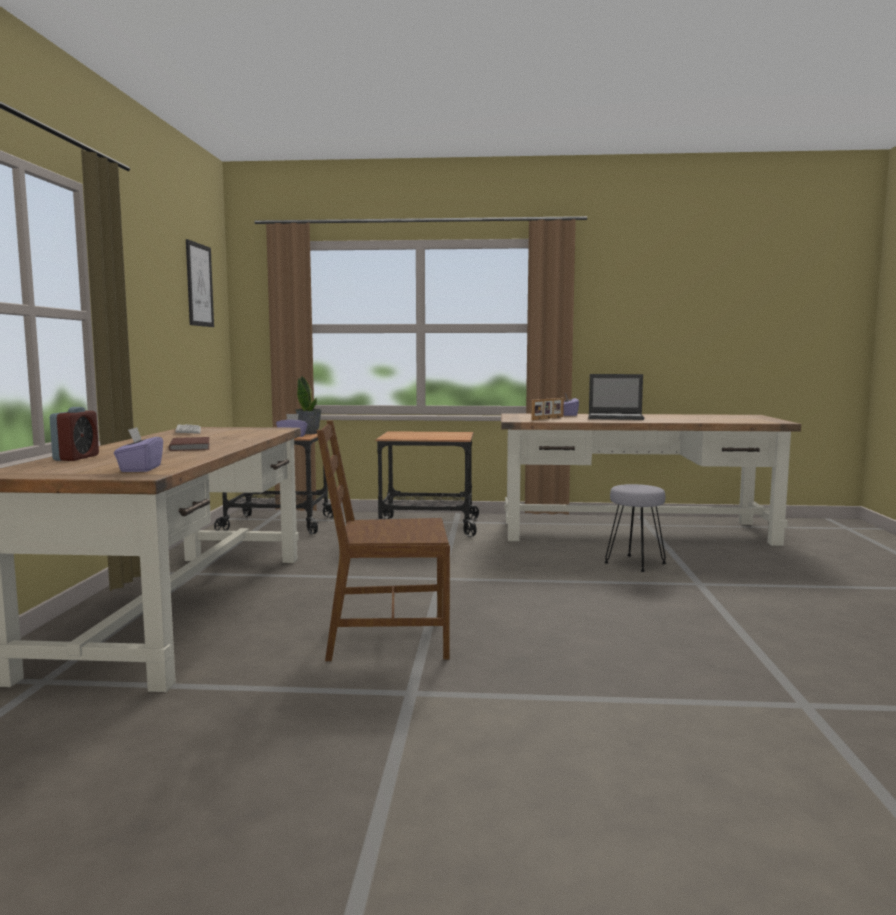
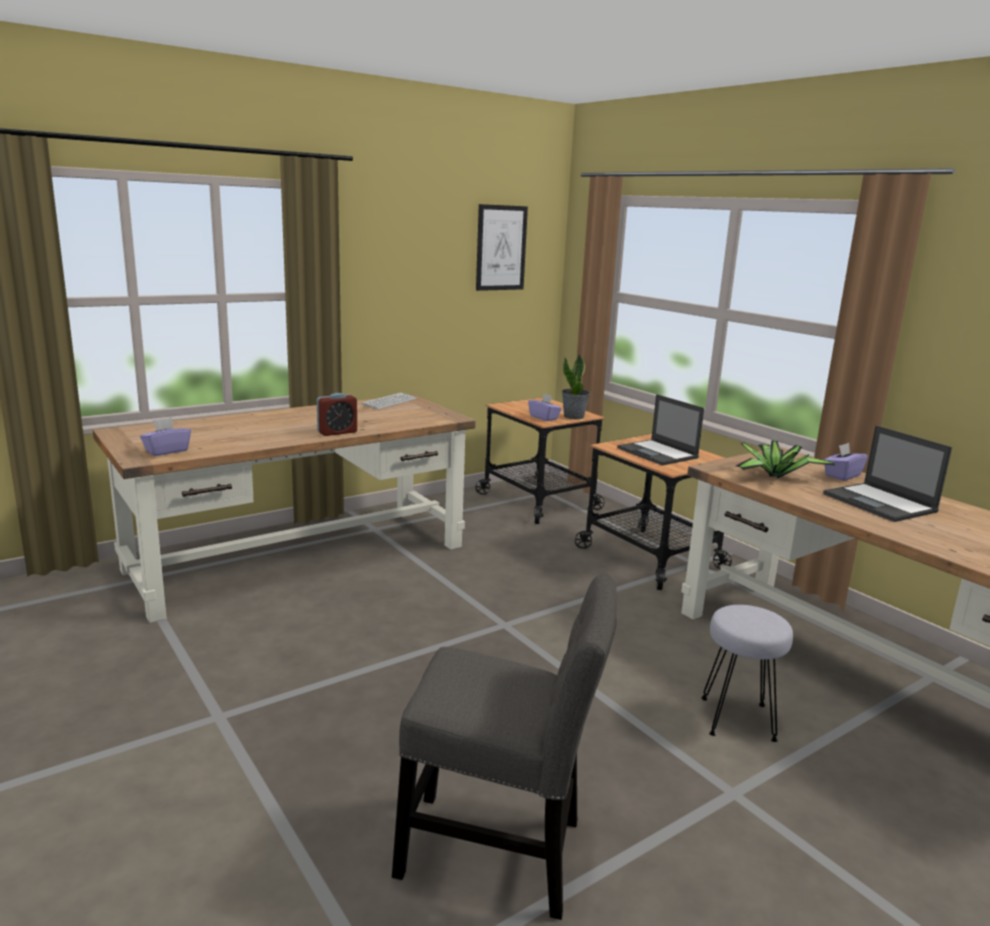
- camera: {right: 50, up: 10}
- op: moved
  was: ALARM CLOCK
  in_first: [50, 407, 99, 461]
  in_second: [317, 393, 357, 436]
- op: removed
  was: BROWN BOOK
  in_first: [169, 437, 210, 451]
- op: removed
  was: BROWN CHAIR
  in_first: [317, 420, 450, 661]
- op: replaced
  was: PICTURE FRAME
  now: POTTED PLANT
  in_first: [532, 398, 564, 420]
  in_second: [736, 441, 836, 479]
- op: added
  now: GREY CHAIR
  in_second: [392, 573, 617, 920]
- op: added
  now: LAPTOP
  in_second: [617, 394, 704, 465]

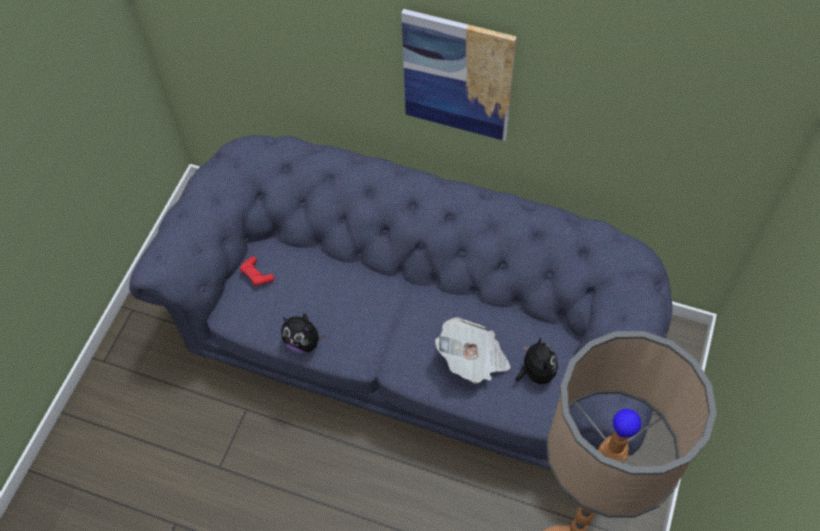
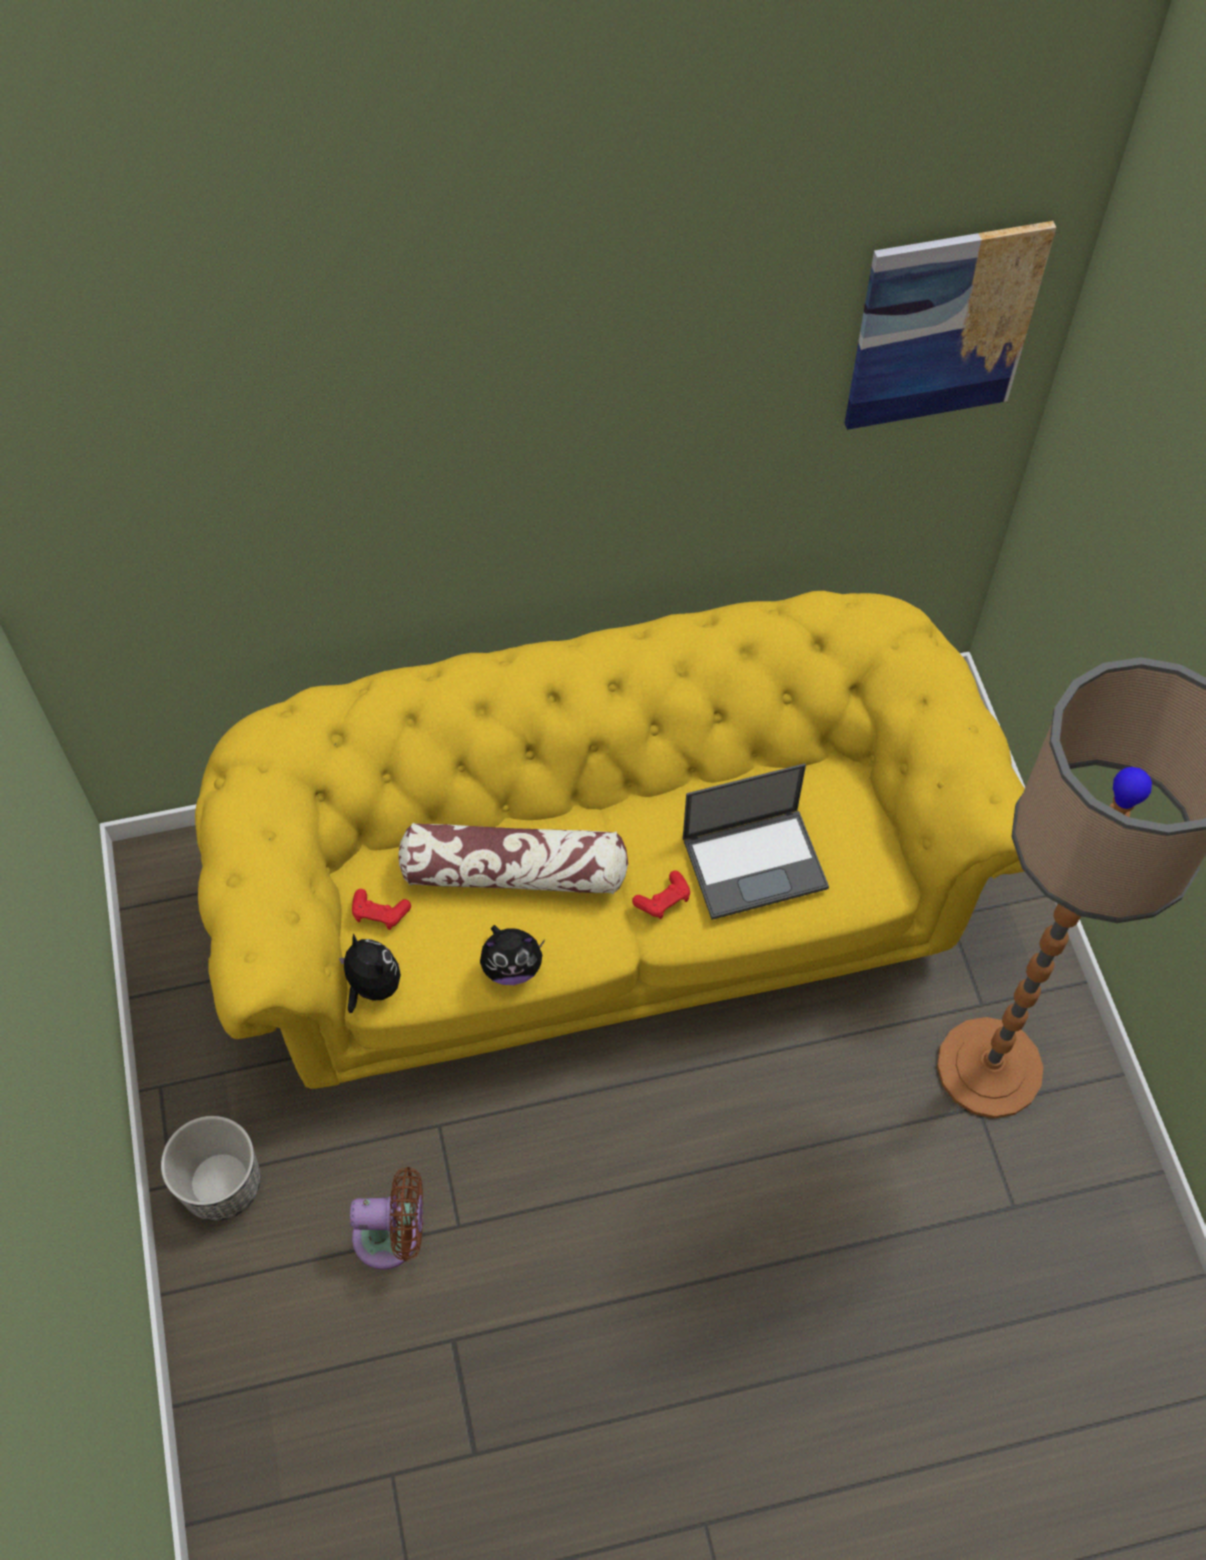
- camera: {right: -35, up: 0}
- op: recoloured
  was: BLUE SOFA
  now: YELLOW SOFA
  in_first: [129, 135, 673, 470]
  in_second: [195, 591, 1025, 1089]
- op: moved
  was: PICTURE
  in_first: [401, 9, 517, 141]
  in_second: [845, 221, 1057, 430]
- op: replaced
  was: NEWSPAPER
  now: LAPTOP
  in_first: [435, 317, 511, 384]
  in_second: [683, 763, 829, 920]
- op: moved
  was: PLUSH TOY
  in_first: [516, 338, 558, 384]
  in_second: [339, 933, 401, 1013]
- op: added
  now: PLANTER
  in_second: [161, 1116, 261, 1221]
- op: added
  now: BROWN FAN
  in_second: [350, 1167, 423, 1270]
- op: added
  now: PILLOW
  in_second: [398, 823, 628, 894]
- op: added
  now: RED GAME CONTROLLER
  in_second: [632, 871, 690, 919]

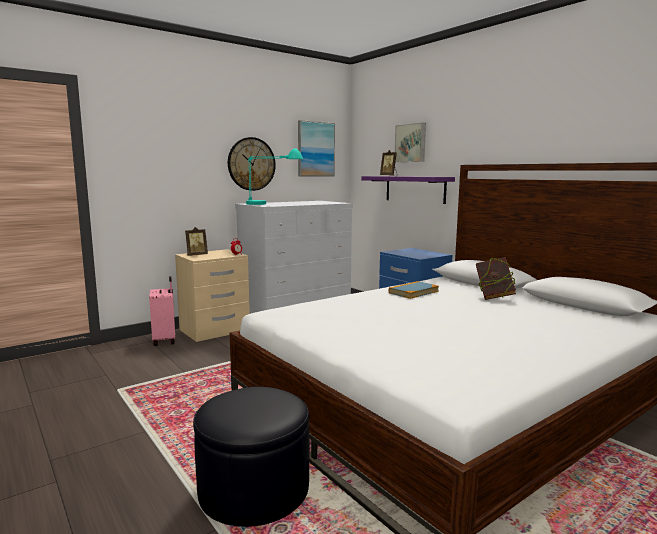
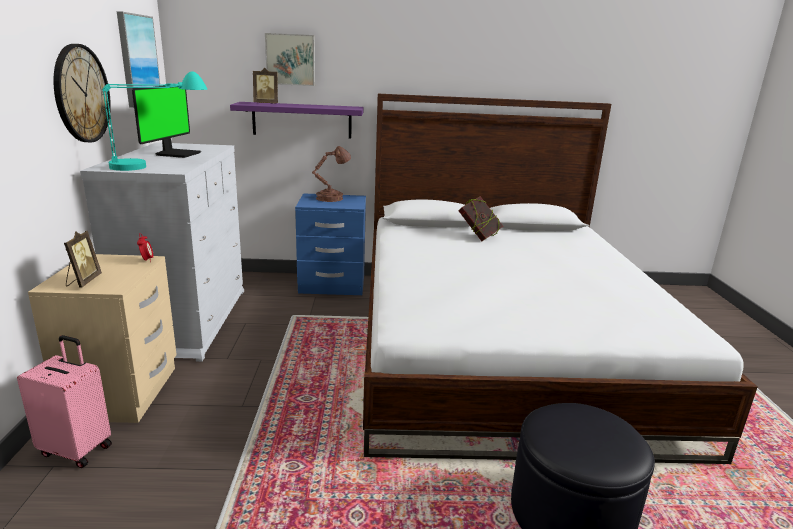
- camera: {right: -55, up: 10}
- op: removed
  was: BOOK
  in_first: [389, 281, 439, 299]
- op: added
  now: MONITOR
  in_second: [132, 86, 201, 158]
- op: added
  now: BROWN TABLE LAMP
  in_second: [312, 146, 351, 202]

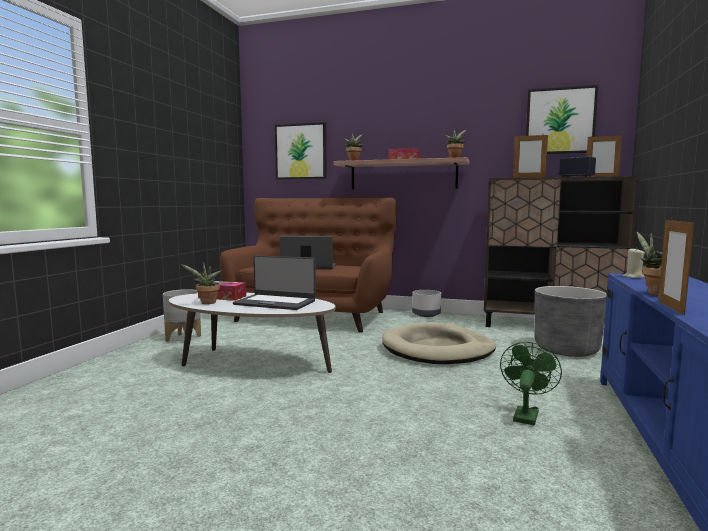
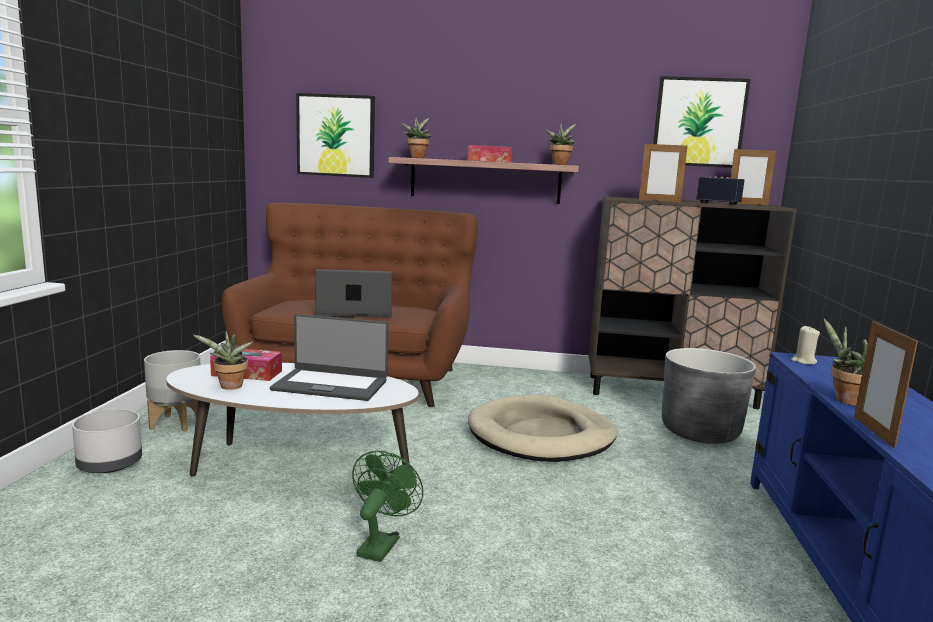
- camera: {right: -10, up: 5}
- op: moved
  was: GREY PLANTER
  in_first: [412, 290, 441, 317]
  in_second: [72, 409, 142, 473]
- op: moved
  was: GREEN FAN
  in_first: [500, 342, 562, 426]
  in_second: [352, 451, 424, 562]

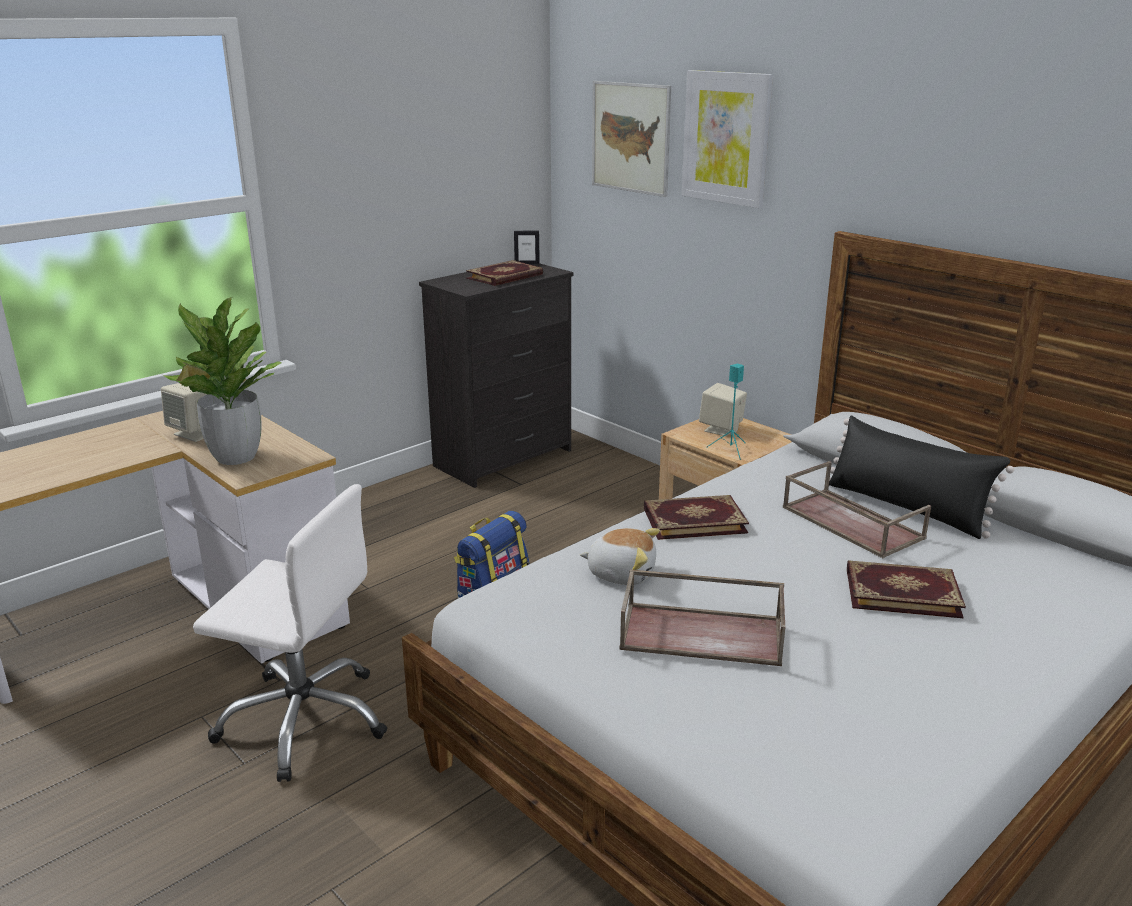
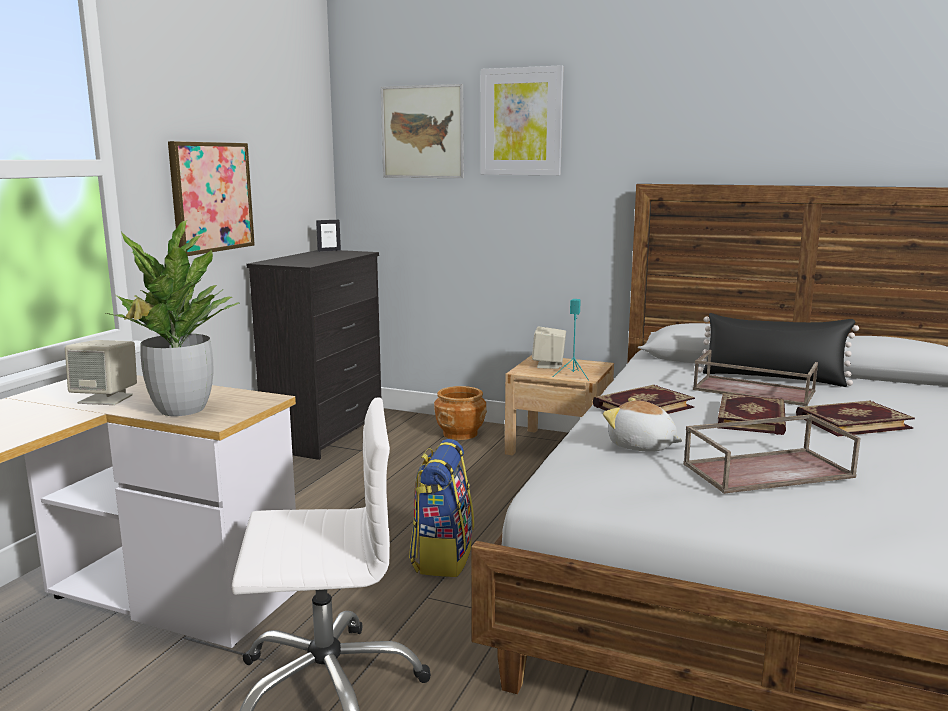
- camera: {right: -25, up: -10}
- op: moved
  was: BOOK
  in_first: [466, 260, 543, 286]
  in_second: [718, 393, 786, 435]
- op: turned
  was: PLUSH TOY
  in_first: [580, 528, 660, 585]
  in_second: [603, 397, 683, 452]
  clockwise: -135
- op: added
  now: PICTURE
  in_second: [168, 141, 255, 256]
- op: added
  now: BROWN PLANTER
  in_second: [434, 386, 487, 440]

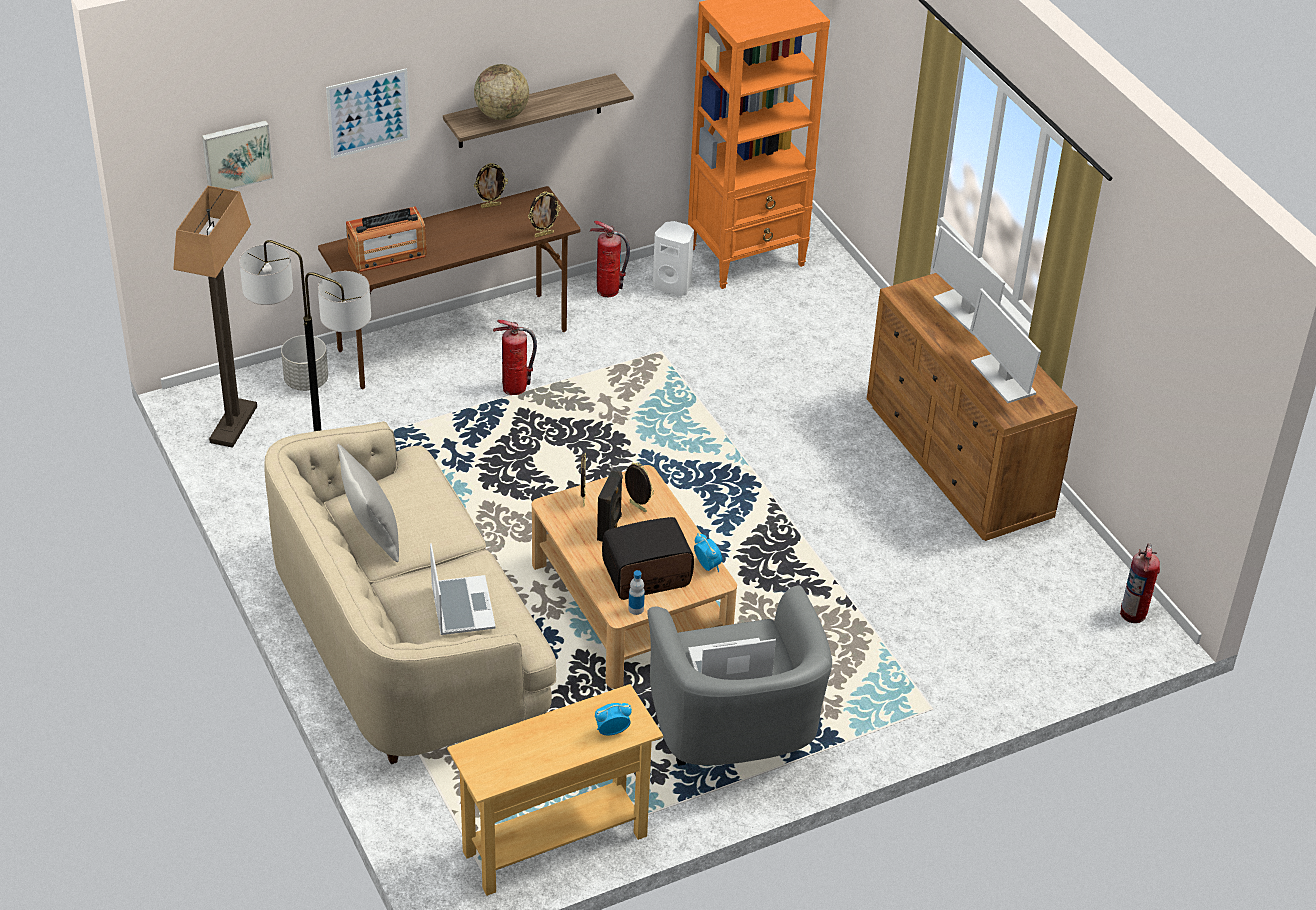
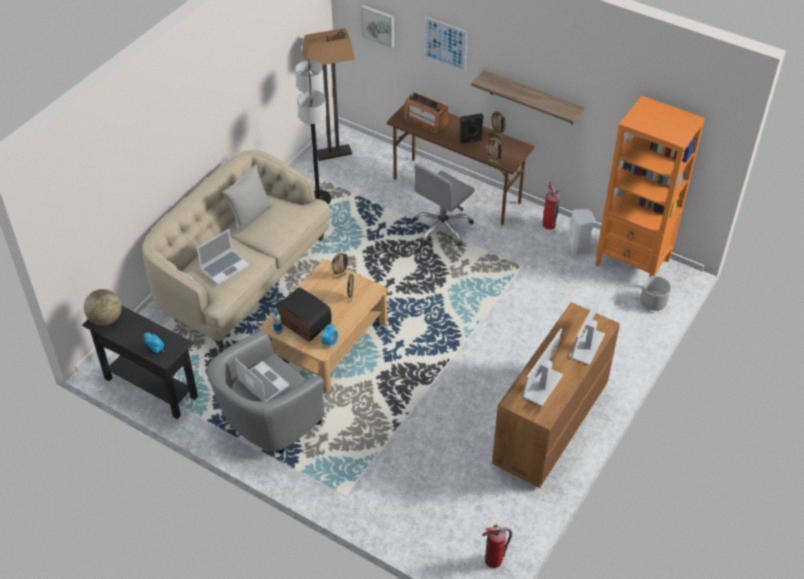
- camera: {right: 60, up: 5}
- op: moved
  was: GREY PLANTER
  in_first: [281, 335, 328, 391]
  in_second: [640, 276, 671, 311]
- op: recoloured
  was: BEIGE CONSOLE TABLE
  now: BLACK CONSOLE TABLE
  in_first: [447, 684, 663, 896]
  in_second: [82, 306, 198, 419]
- op: moved
  was: GLOBE
  in_first: [474, 64, 529, 120]
  in_second: [84, 289, 122, 326]
- op: replaced
  was: FIRE EXTINGUISHER
  now: GREY OFFICE CHAIR
  in_first: [493, 320, 537, 395]
  in_second: [413, 163, 475, 247]
- op: moved
  was: BLACK SPEAKER
  in_first: [597, 471, 623, 542]
  in_second: [459, 113, 484, 144]

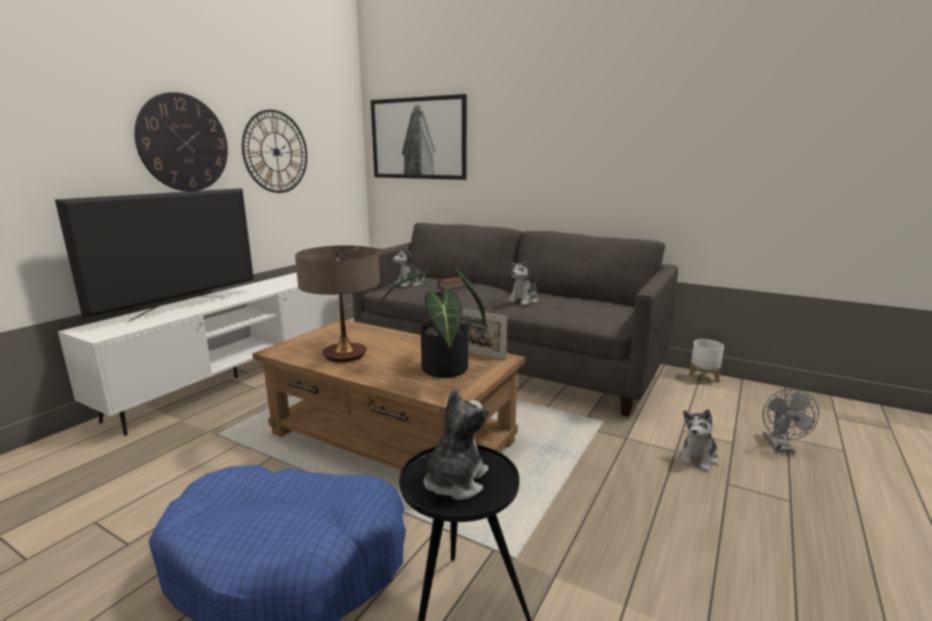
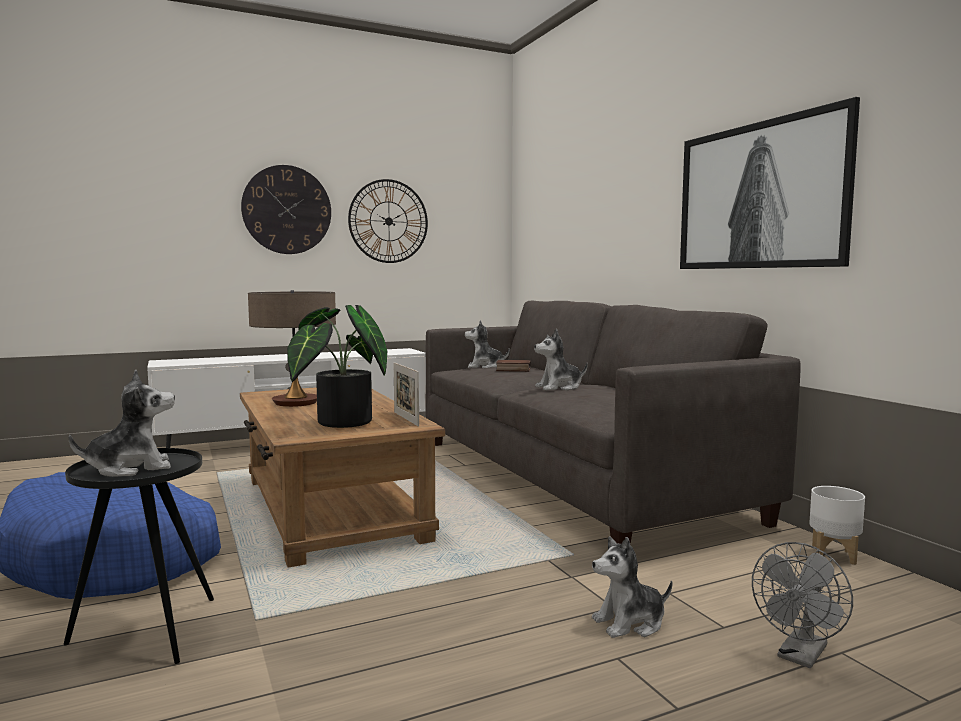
- camera: {right: 35, up: -10}
- op: removed
  was: TELEVISION
  in_first: [55, 188, 254, 323]
- op: moved
  was: PICTURE
  in_first: [371, 94, 467, 180]
  in_second: [680, 97, 860, 269]

